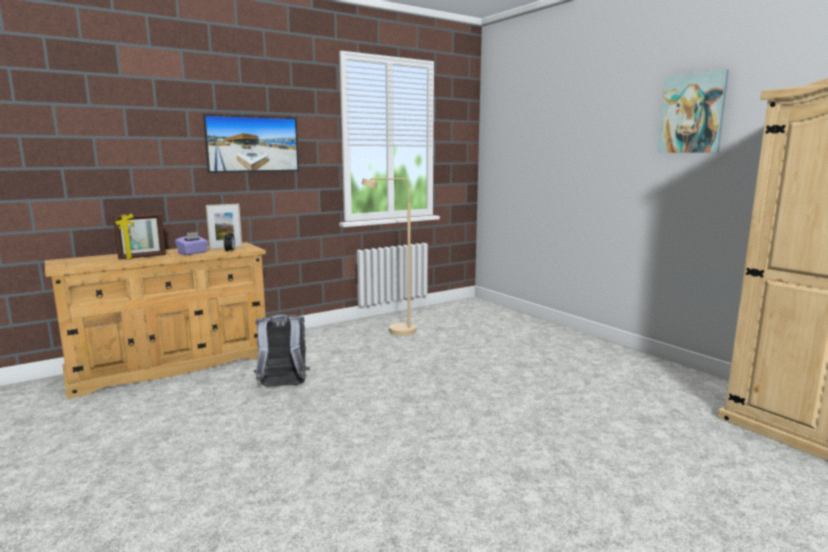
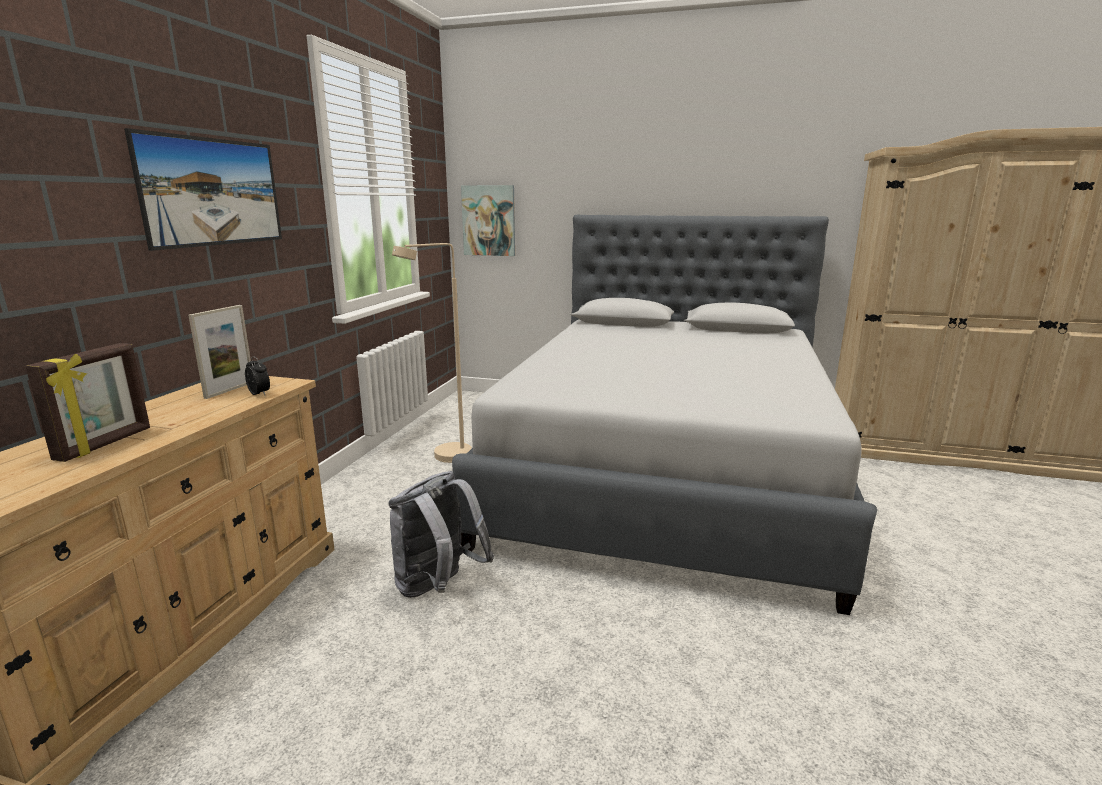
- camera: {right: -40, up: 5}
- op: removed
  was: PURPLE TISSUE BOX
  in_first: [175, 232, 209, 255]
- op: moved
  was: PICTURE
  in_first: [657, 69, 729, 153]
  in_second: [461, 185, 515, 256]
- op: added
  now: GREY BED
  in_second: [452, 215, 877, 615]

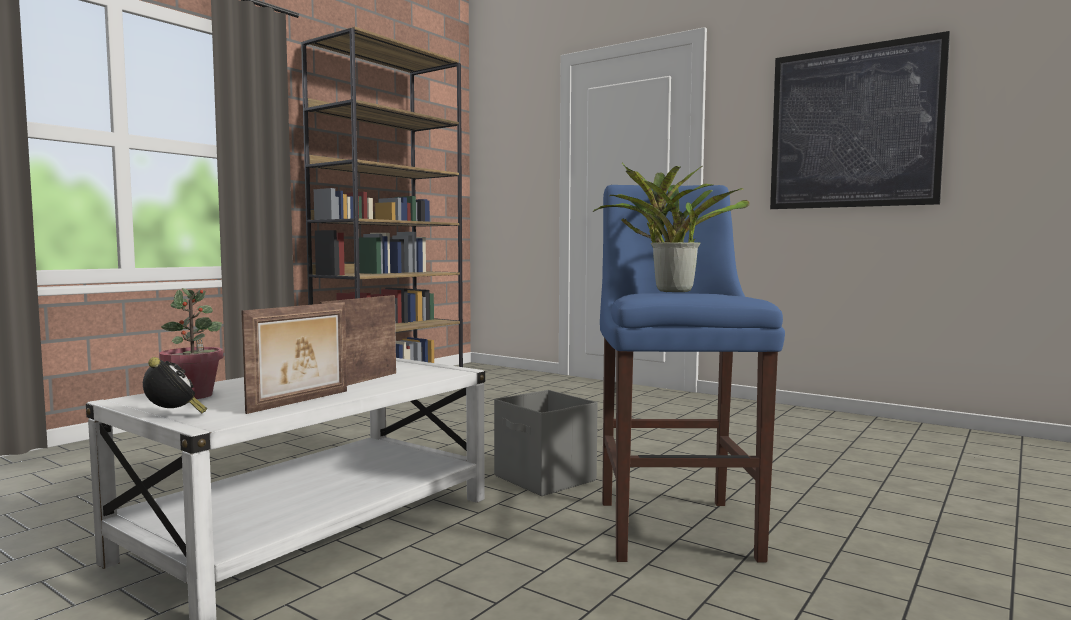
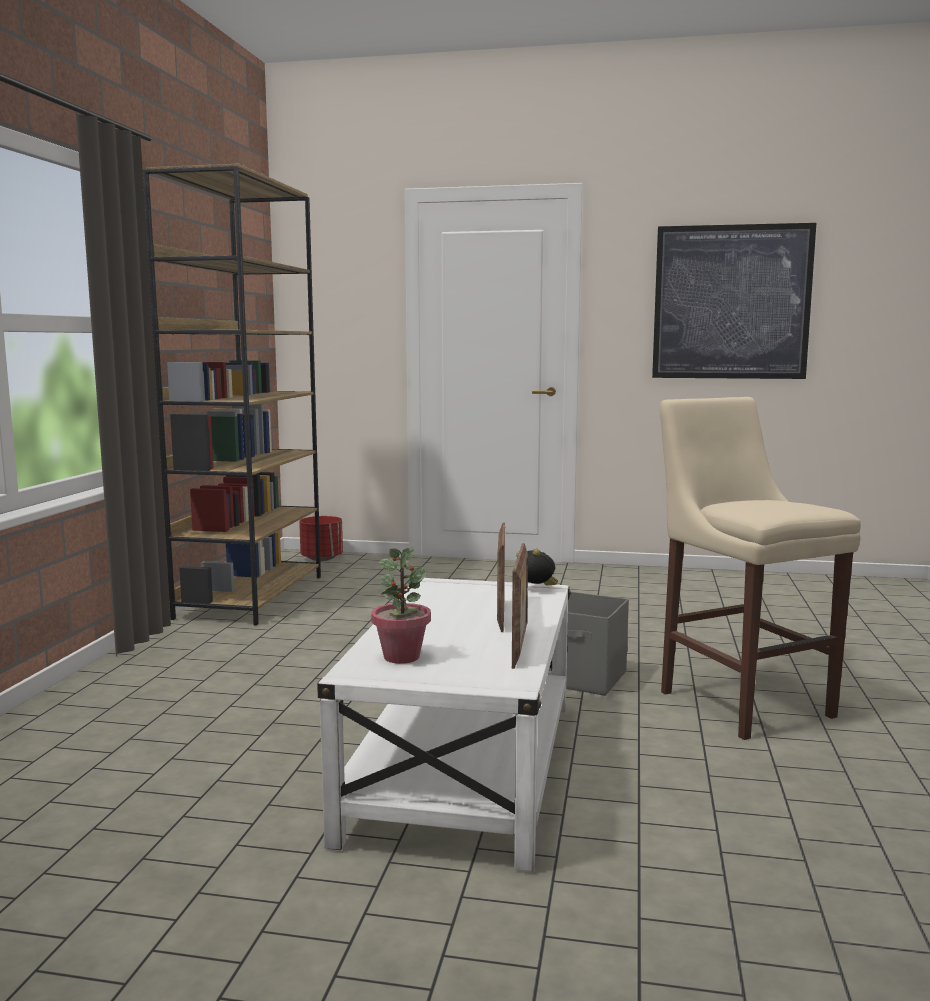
- camera: {right: -25, up: 5}
- op: moved
  was: ALARM CLOCK
  in_first: [143, 357, 207, 414]
  in_second: [516, 549, 558, 585]
- op: removed
  was: POTTED PLANT
  in_first: [593, 163, 749, 292]
- op: recoloured
  was: BLUE STOOL
  now: BEIGE STOOL
  in_first: [600, 185, 785, 562]
  in_second: [660, 397, 861, 740]
- op: added
  now: RED PLANTER
  in_second: [299, 516, 343, 561]

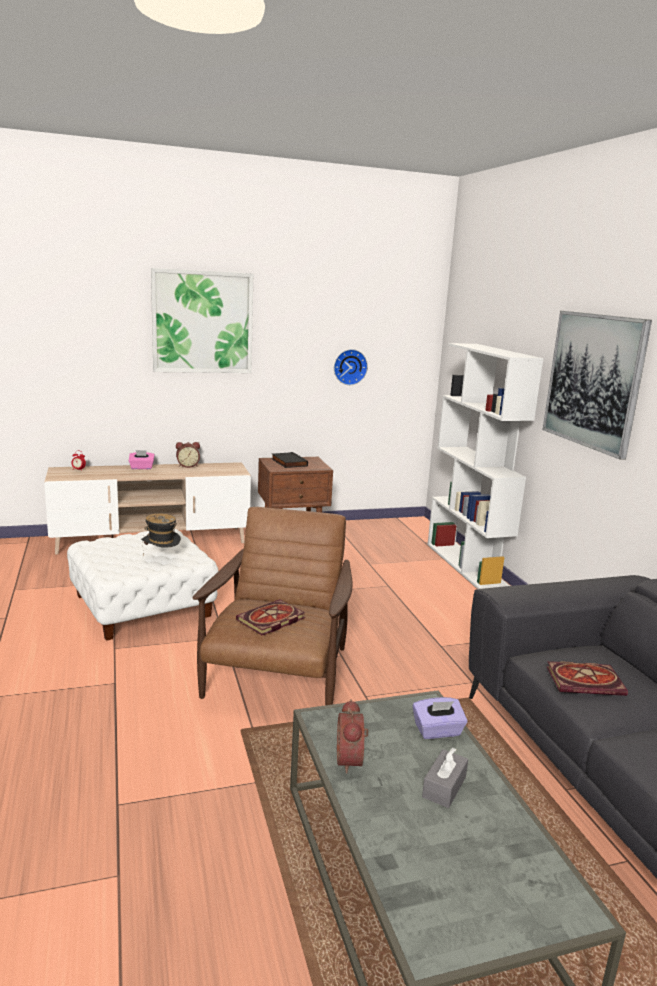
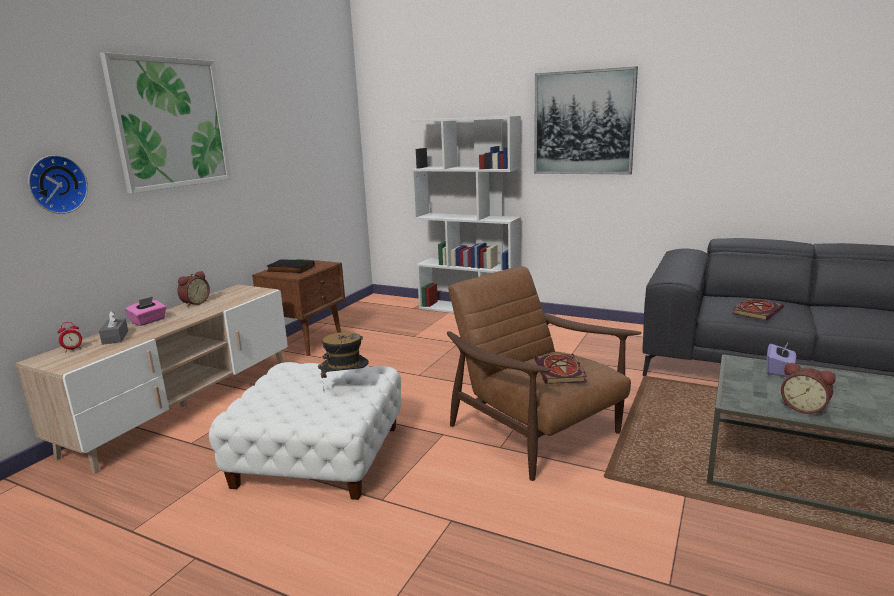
- camera: {right: -45, up: 0}
- op: moved
  was: WALL CLOCK
  in_first: [334, 349, 368, 385]
  in_second: [28, 155, 88, 214]
- op: moved
  was: GREY TISSUE BOX
  in_first: [422, 748, 468, 808]
  in_second: [99, 311, 128, 345]

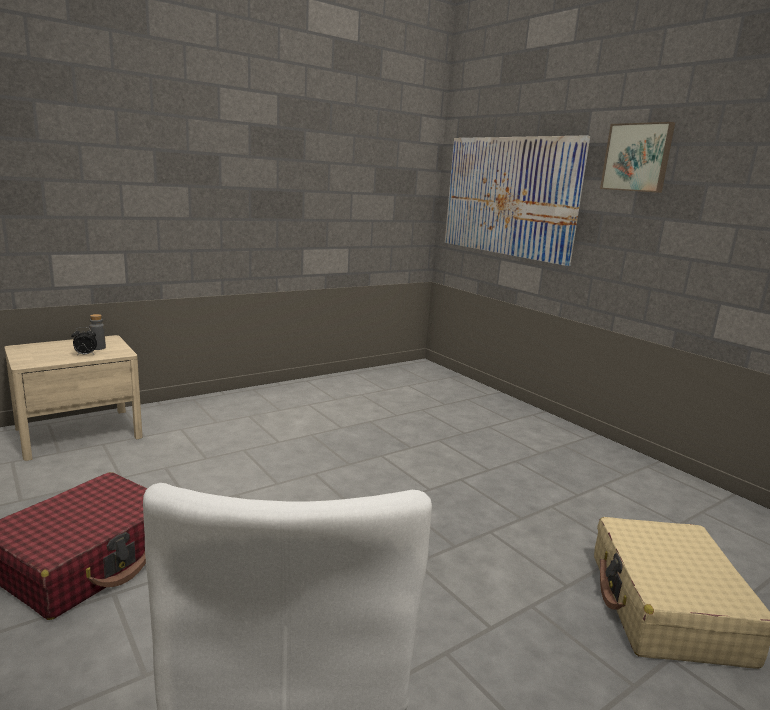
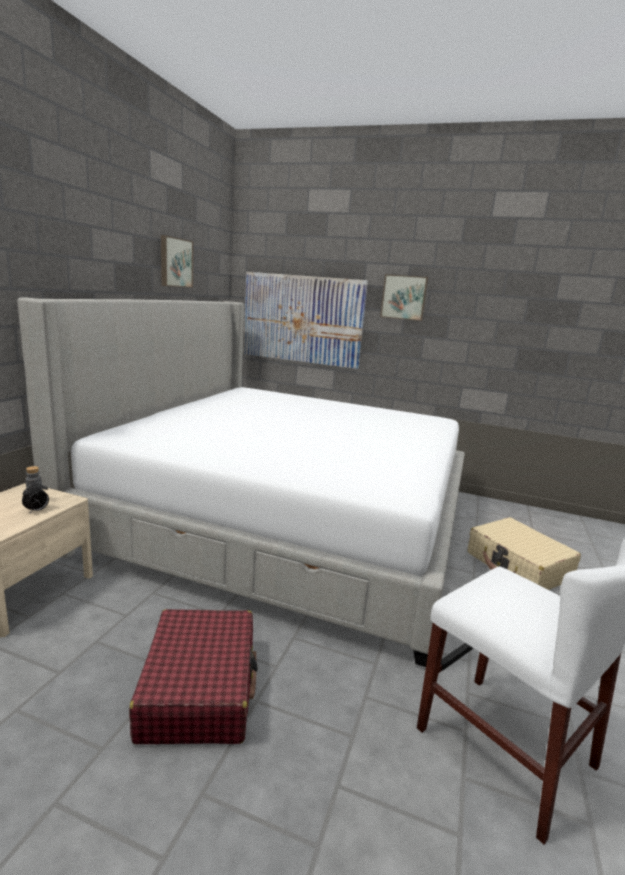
- camera: {right: -35, up: 0}
- op: added
  now: BED
  in_second: [17, 297, 465, 667]
- op: added
  now: PICTURE
  in_second: [161, 235, 193, 288]

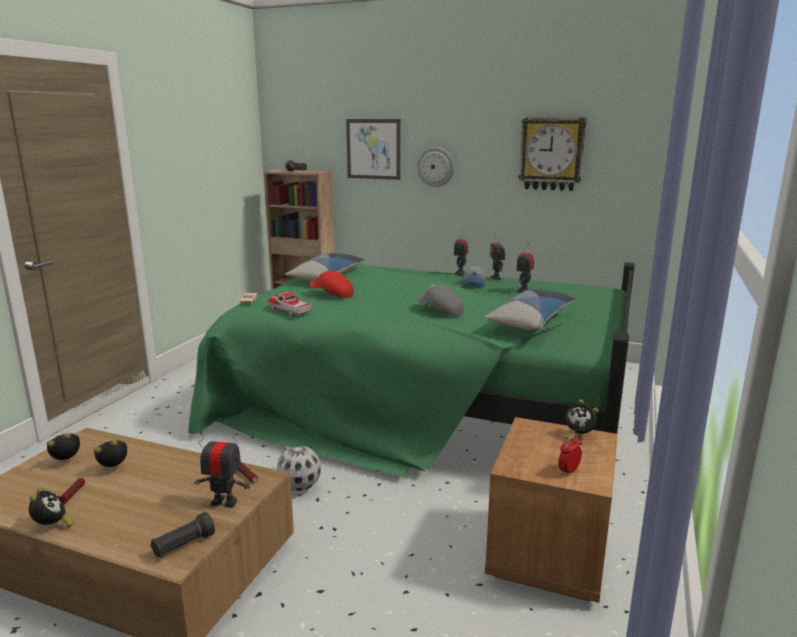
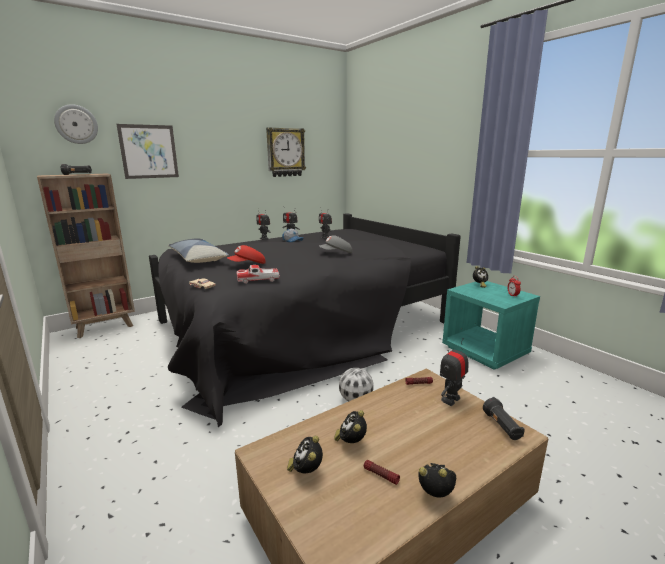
- camera: {right: -55, up: 0}
- op: recoloured
  was: GREEN BED
  now: BLACK BED
  in_first: [188, 262, 635, 477]
  in_second: [149, 213, 461, 427]
- op: moved
  was: WALL CLOCK
  in_first: [417, 147, 454, 187]
  in_second: [54, 104, 98, 144]
- op: removed
  was: PILLOW
  in_first: [484, 289, 576, 330]
- op: recoloured
  was: BROWN NIGHTSTAND
  now: TURQUOISE NIGHTSTAND
  in_first: [485, 417, 618, 603]
  in_second: [442, 281, 540, 370]

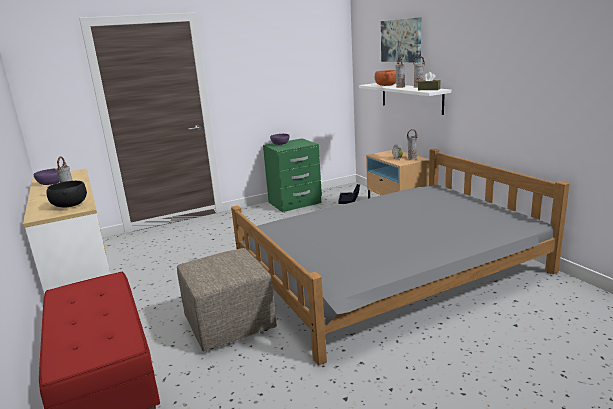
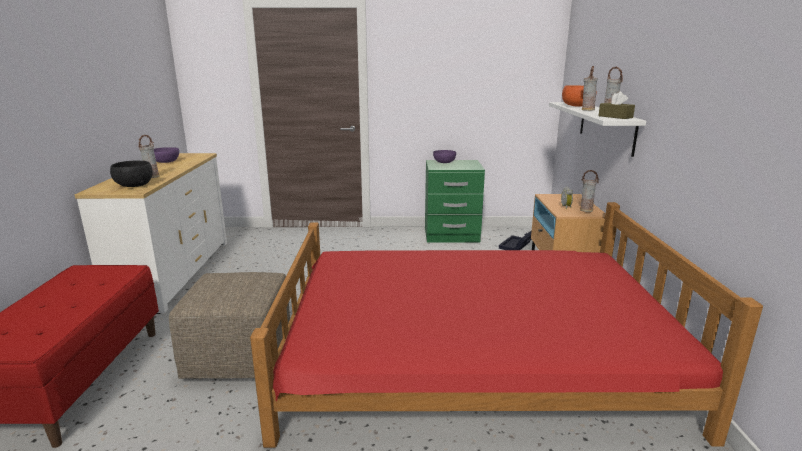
- camera: {right: 25, up: 0}
- op: recoloured
  was: GREY BED
  now: RED BED
  in_first: [231, 149, 570, 365]
  in_second: [250, 202, 763, 448]
- op: removed
  was: PICTURE
  in_first: [381, 17, 421, 63]

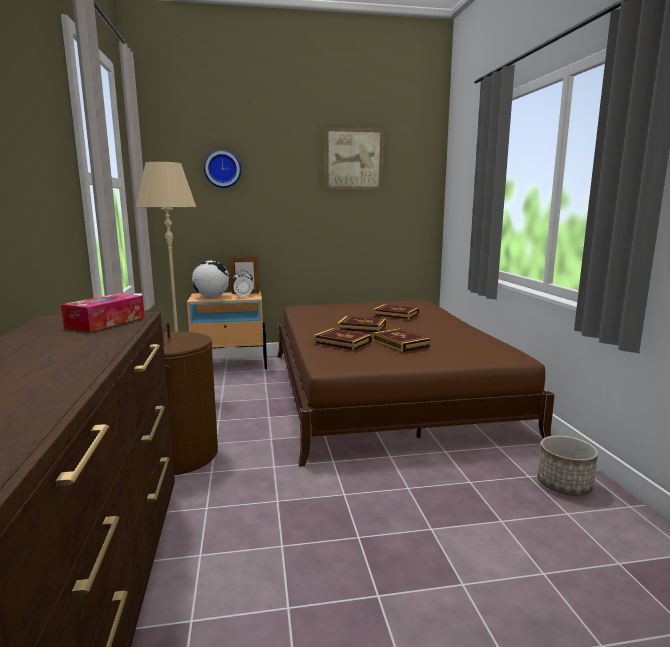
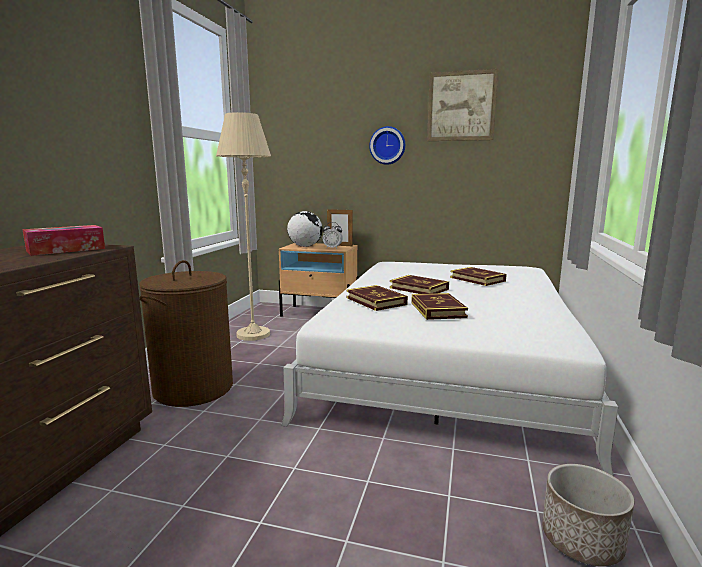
- camera: {right: 25, up: 0}
- op: moved
  was: WALL CLOCK
  in_first: [204, 150, 241, 188]
  in_second: [369, 126, 405, 165]
- op: recoloured
  was: BROWN BED
  now: WHITE BED
  in_first: [277, 300, 555, 467]
  in_second: [281, 262, 618, 476]

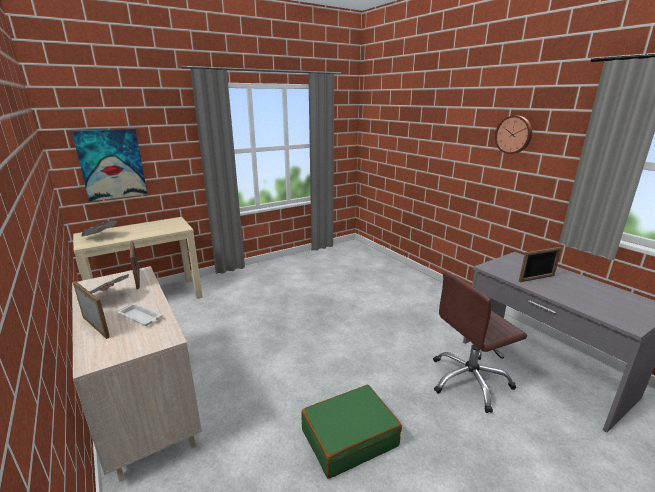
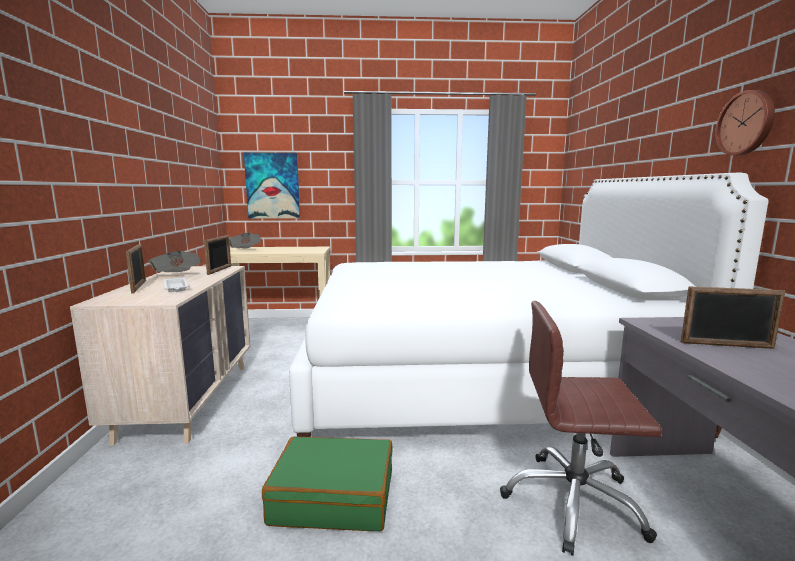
- camera: {right: 30, up: -10}
- op: added
  now: WHITE BED
  in_second: [289, 173, 769, 438]

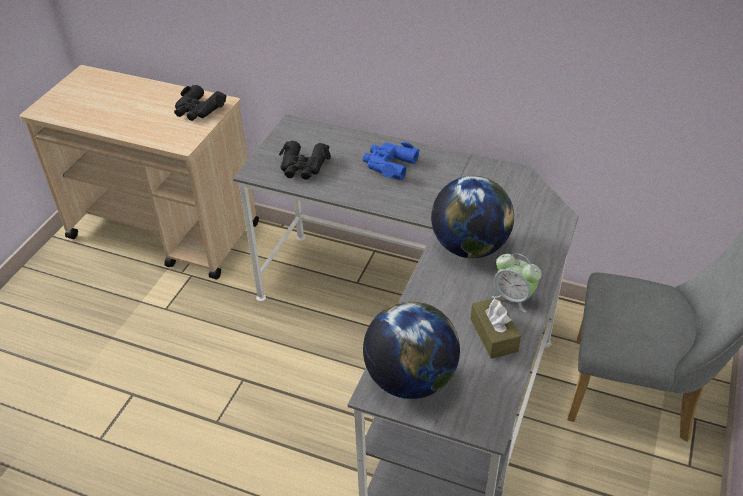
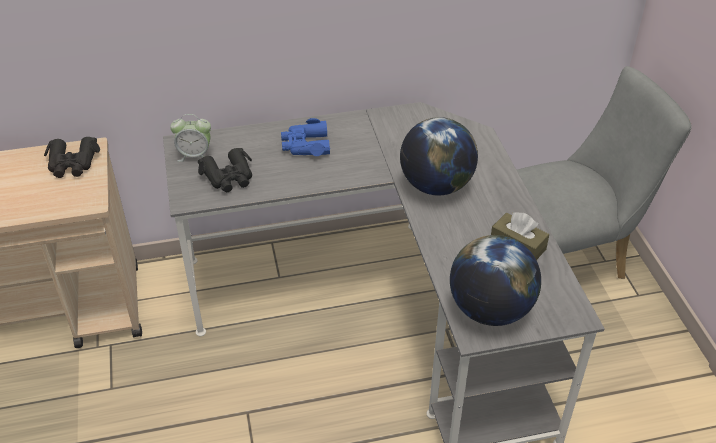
- camera: {right: -35, up: 0}
- op: moved
  was: ALARM CLOCK
  in_first: [491, 253, 542, 313]
  in_second: [170, 114, 211, 162]

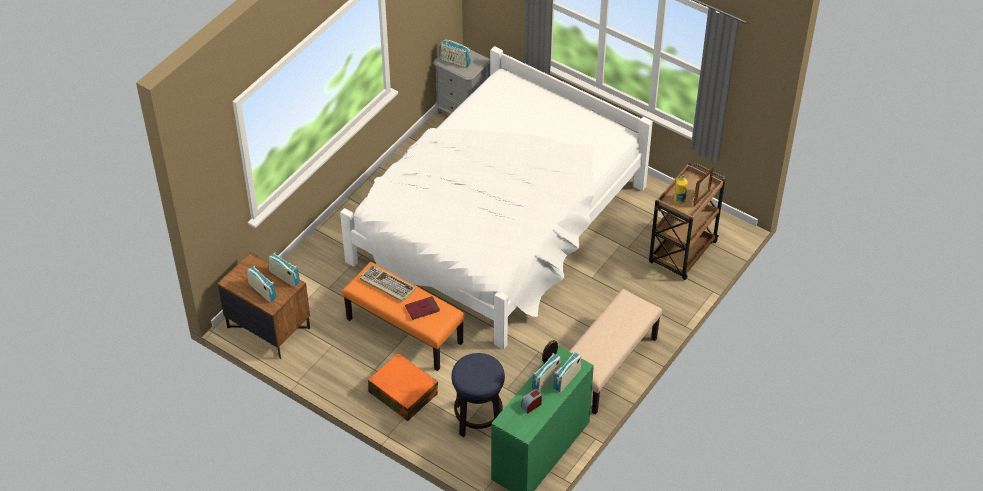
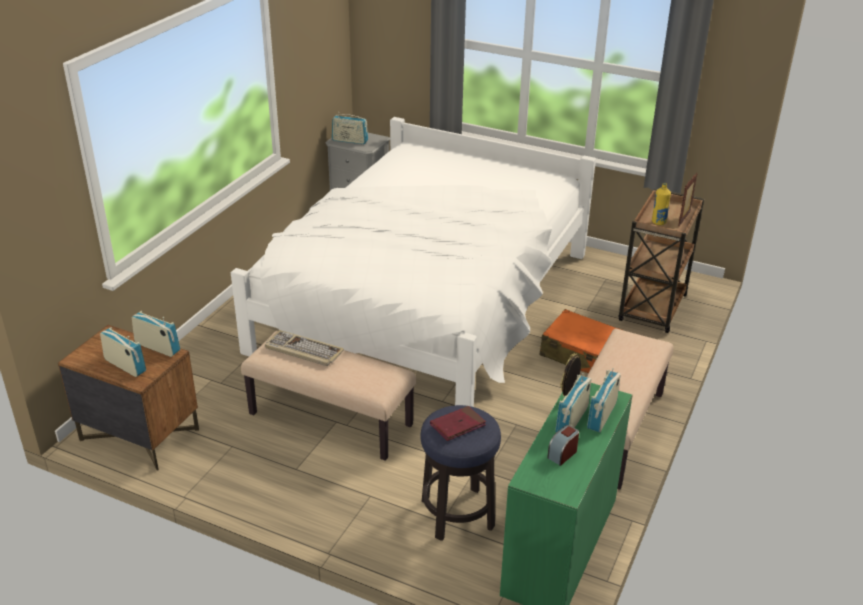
- camera: {right: -10, up: -15}
- op: recoloured
  was: ORANGE BENCH
  now: BEIGE BENCH
  in_first: [342, 262, 465, 371]
  in_second: [241, 331, 416, 461]
- op: moved
  was: ORANGE SUITCASE
  in_first: [368, 353, 438, 421]
  in_second: [540, 309, 622, 373]
- op: moved
  was: RED BOOK
  in_first: [405, 296, 440, 320]
  in_second: [430, 406, 486, 441]

